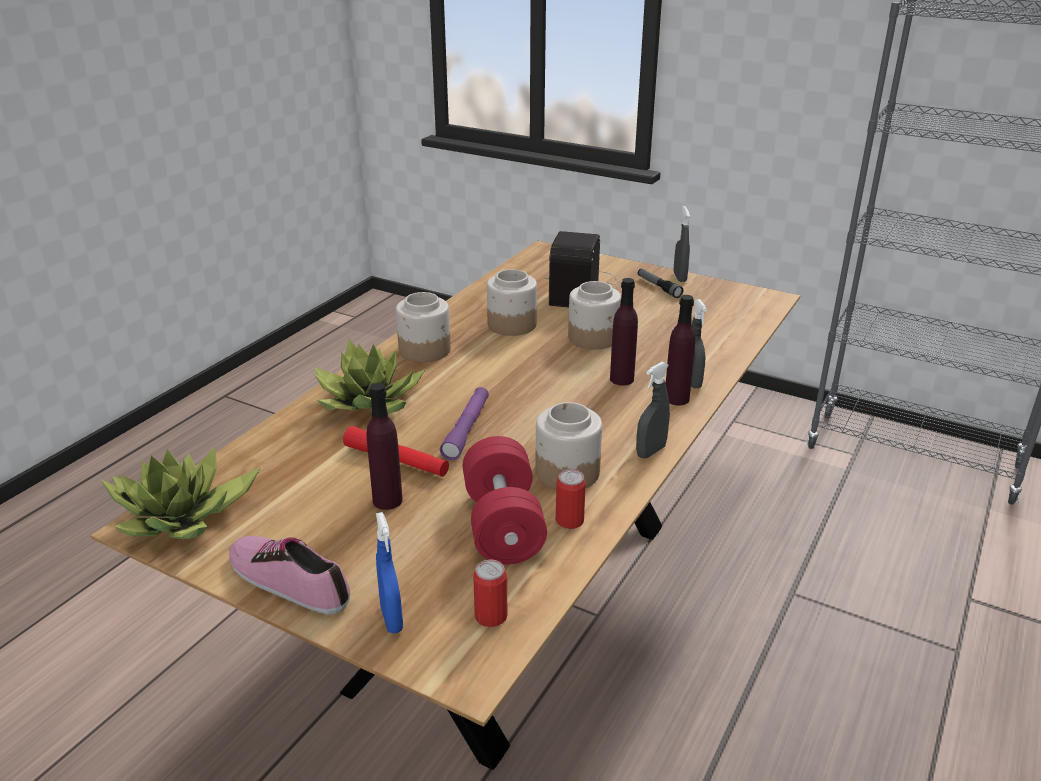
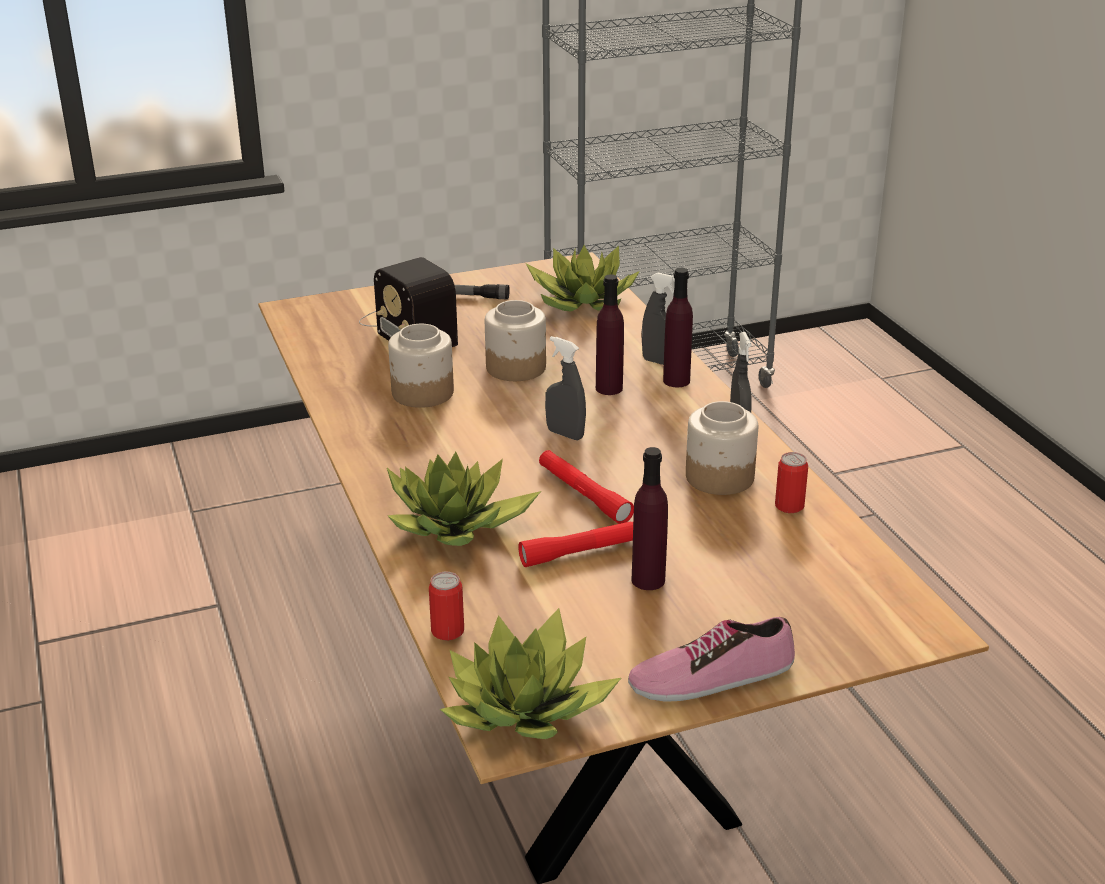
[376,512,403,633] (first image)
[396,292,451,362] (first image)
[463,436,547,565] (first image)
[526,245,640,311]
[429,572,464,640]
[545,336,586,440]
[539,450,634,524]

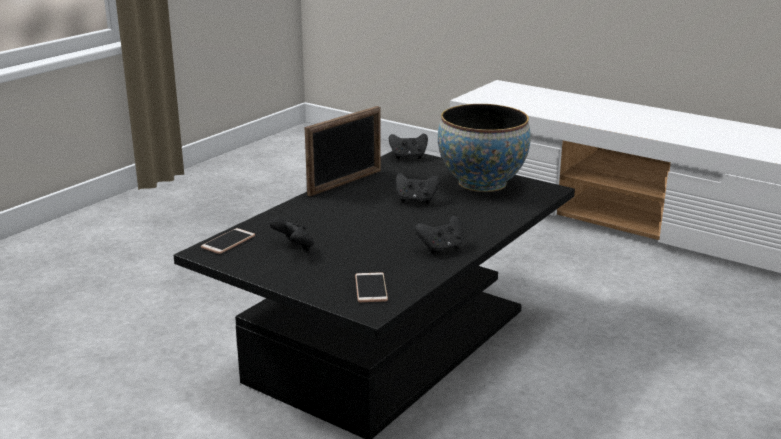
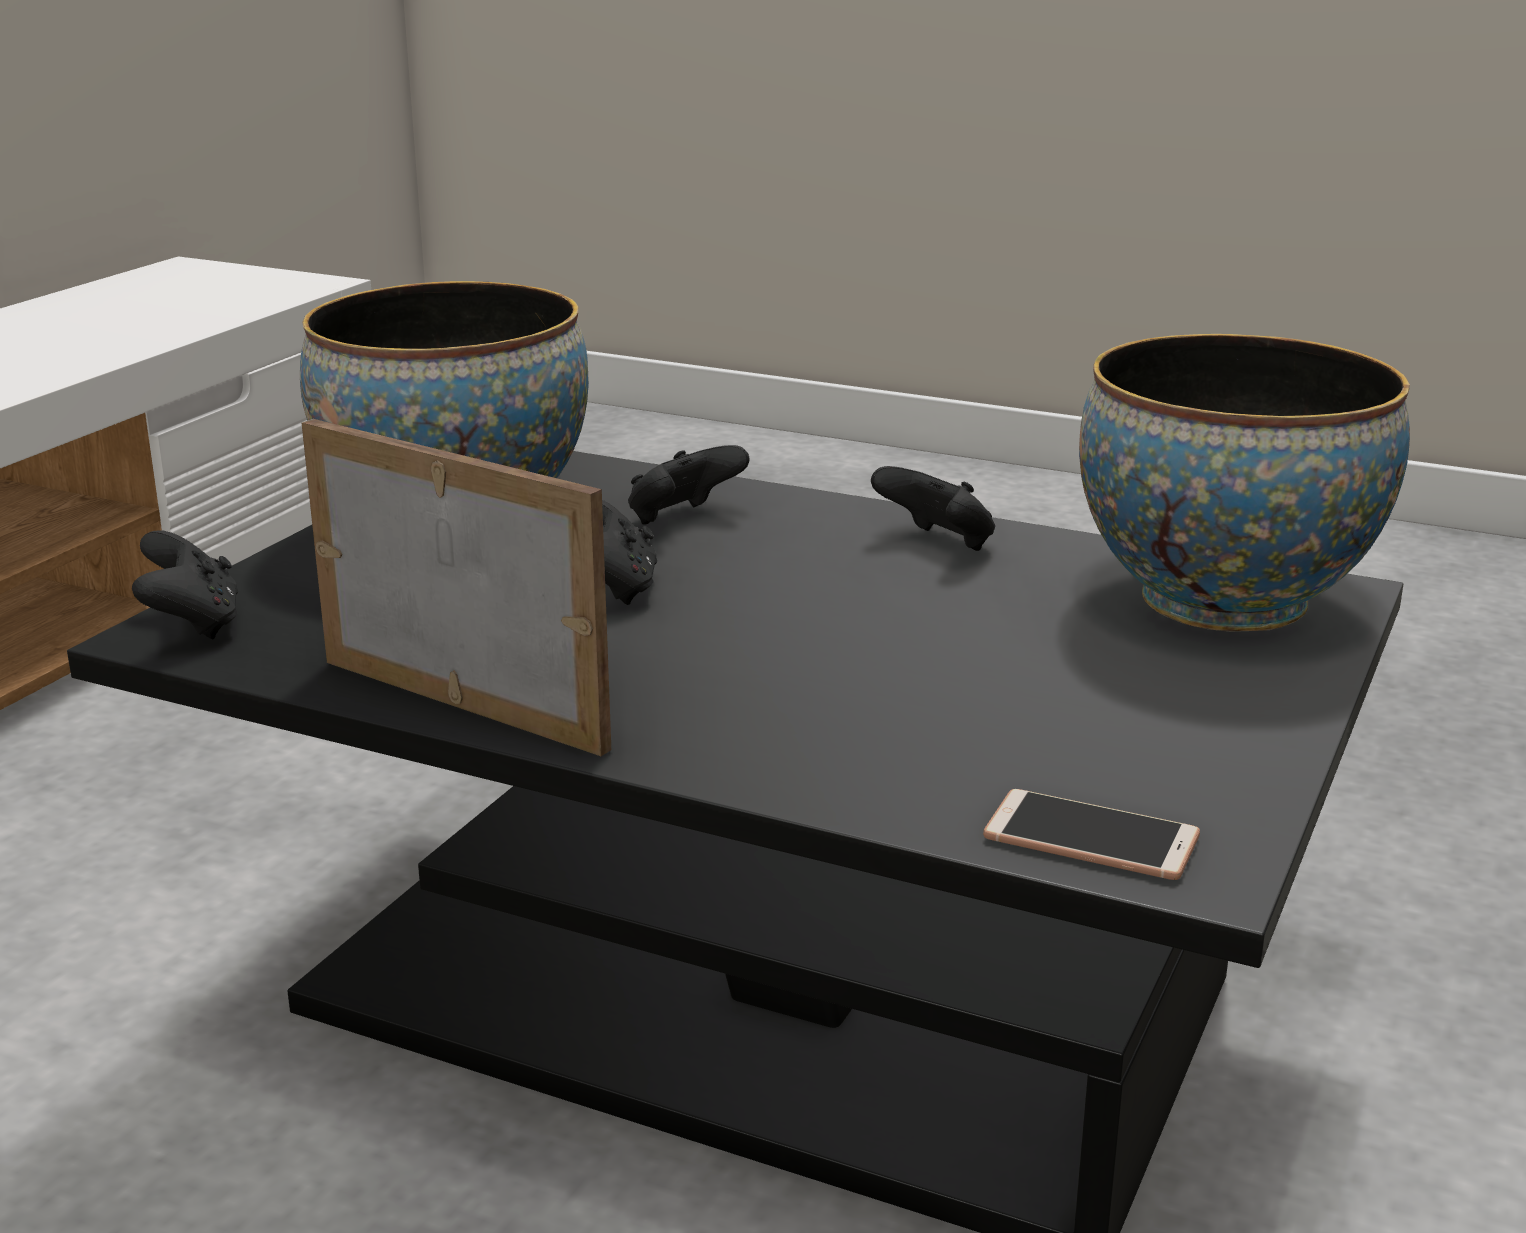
[628,445,750,525]
[1079,334,1410,632]

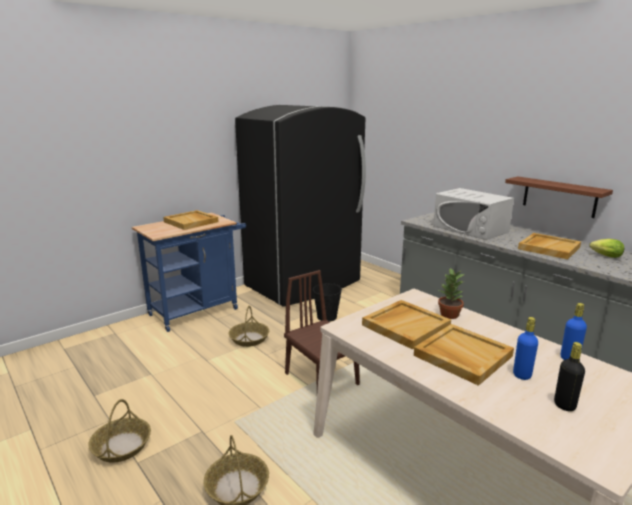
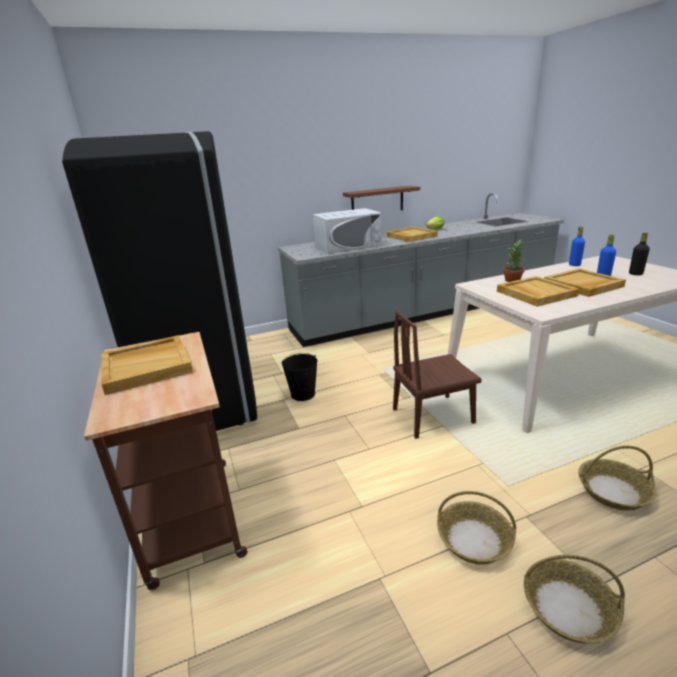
[437,491,516,565]
[84,332,247,590]

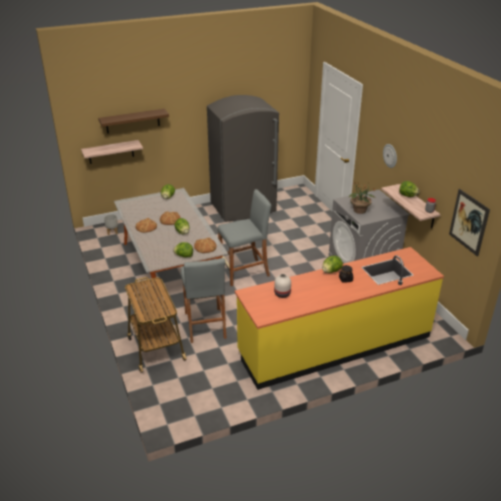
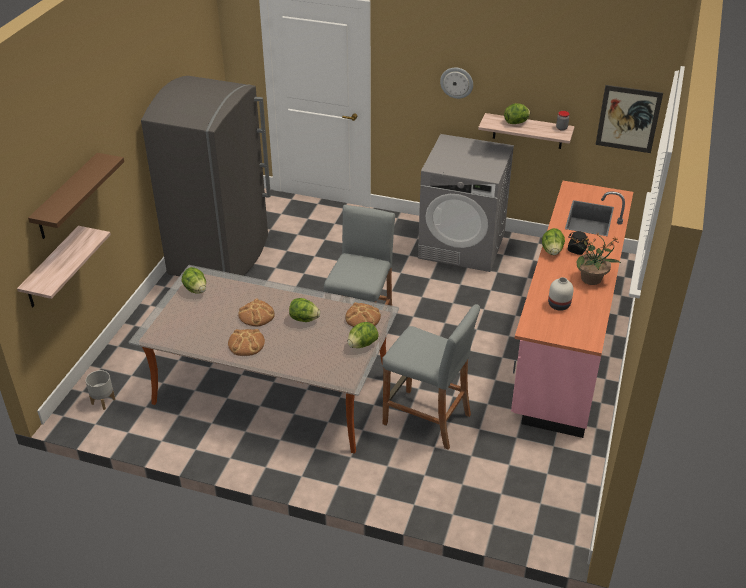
[125,277,186,373] (first image)
[574,233,622,285]
[511,181,633,438]

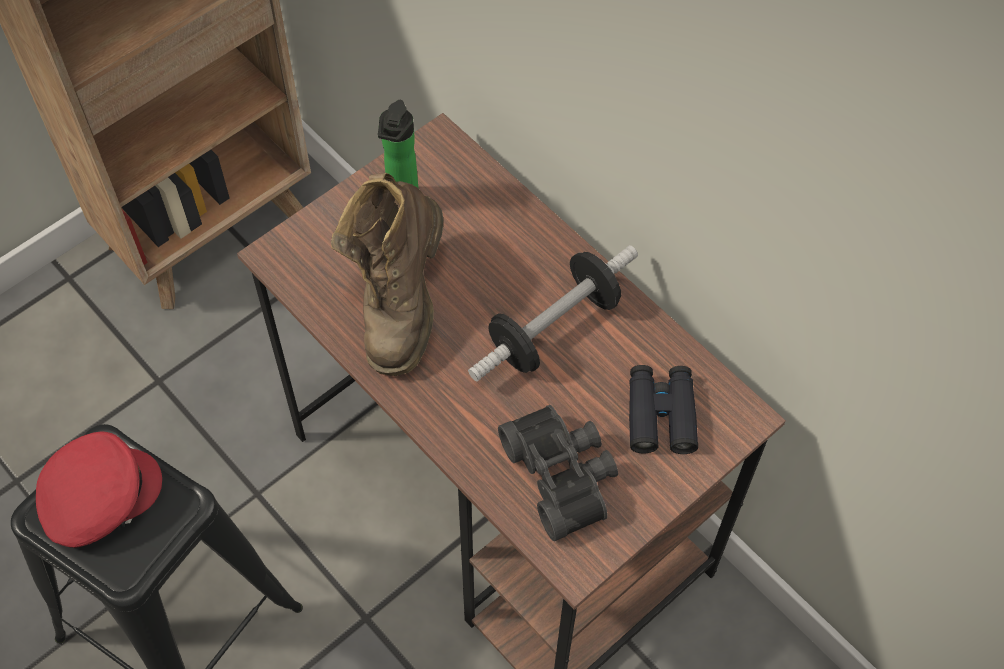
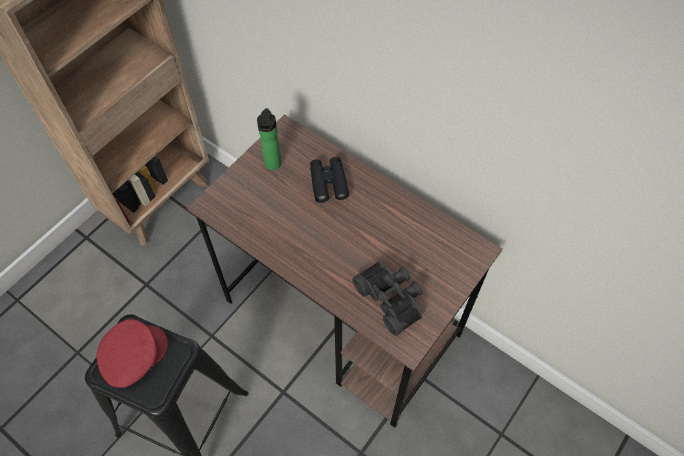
[331,173,443,376] (first image)
[468,245,638,381] (first image)
[310,157,349,203]

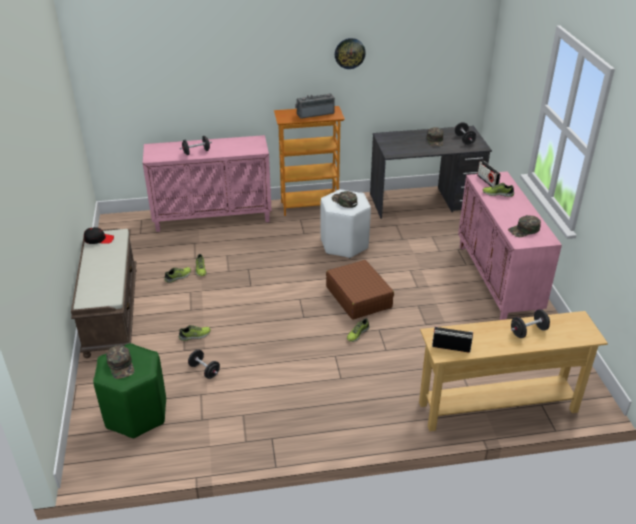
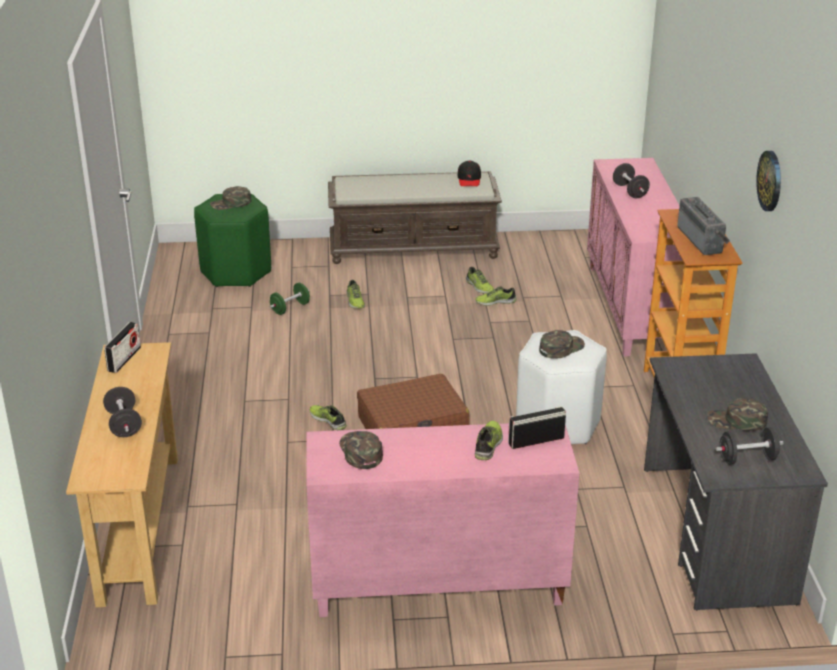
[270,283,310,315]

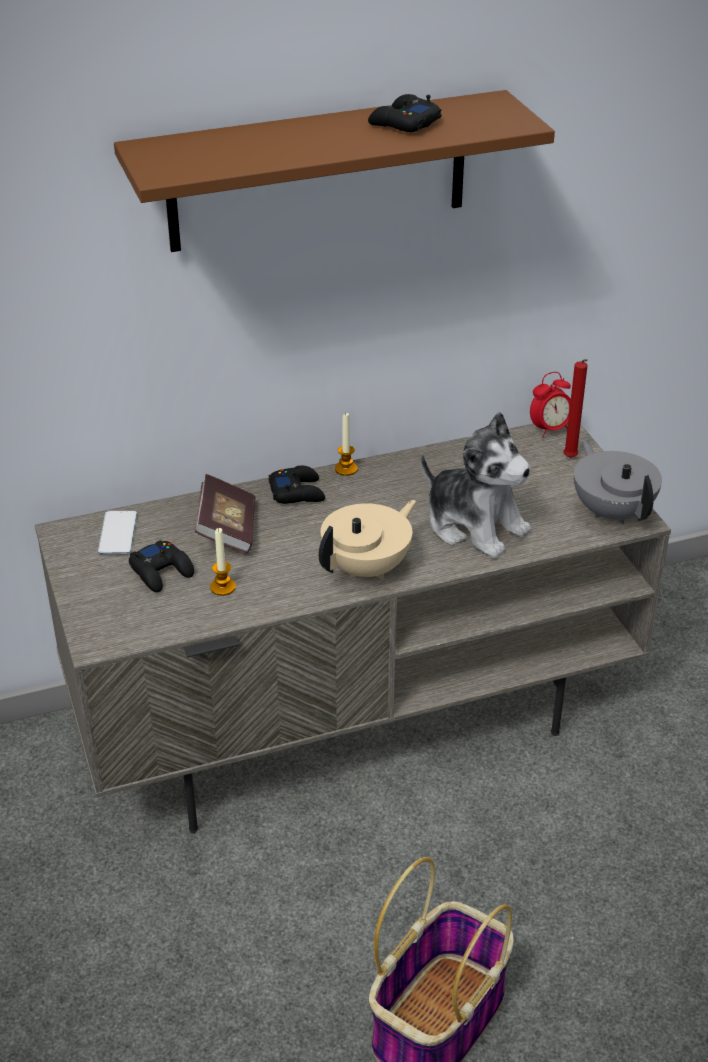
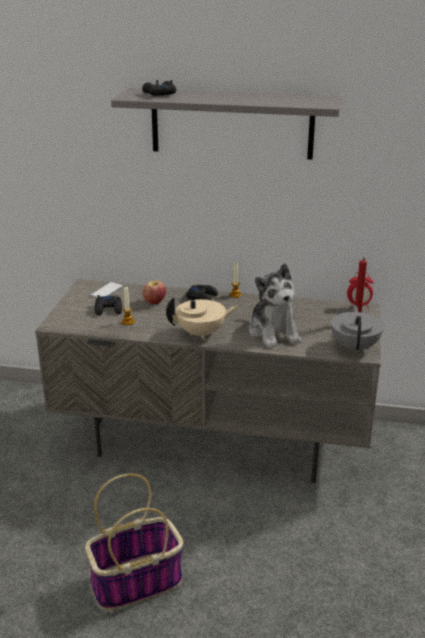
[142,80,176,96]
[143,280,166,304]
[111,88,341,160]

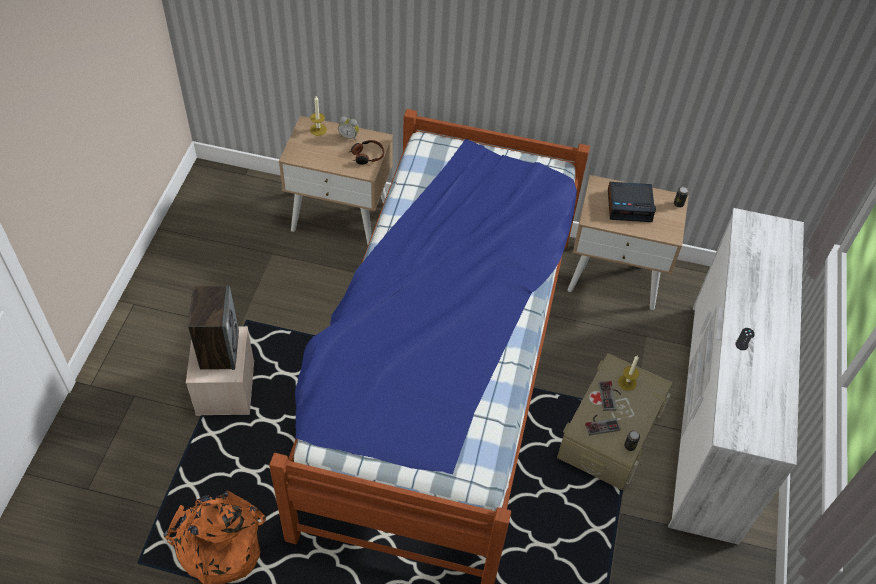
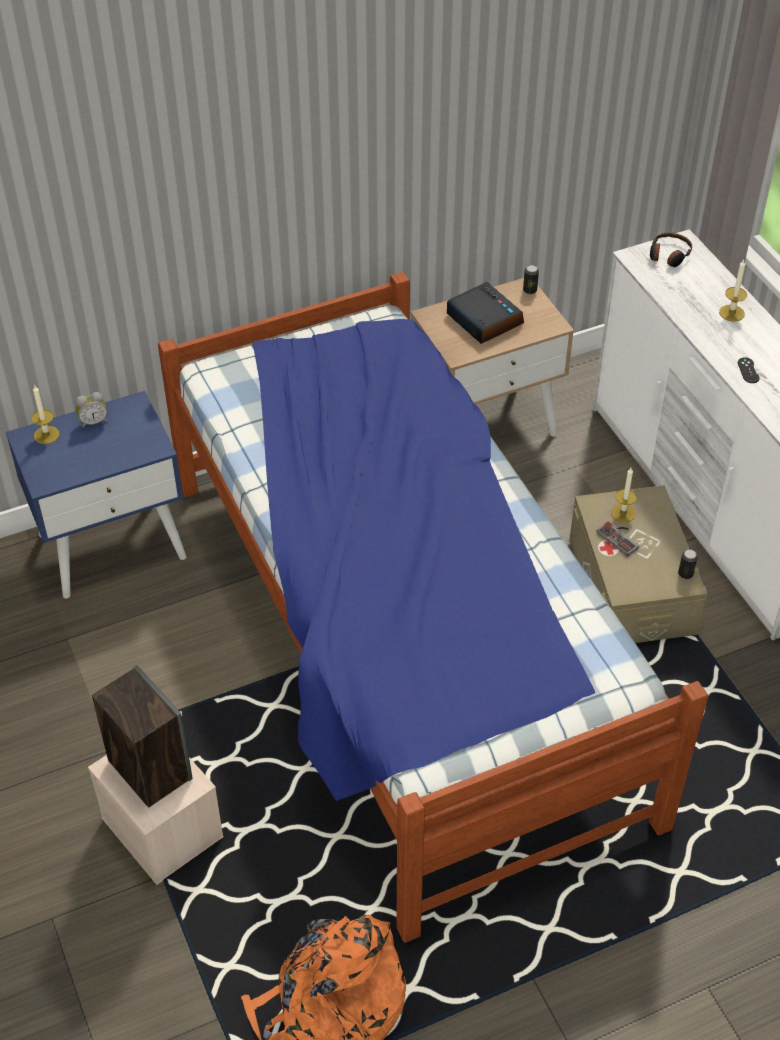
[585,415,621,436] (first image)
[719,260,747,322]
[650,233,692,267]
[6,391,187,599]
[447,282,524,344]

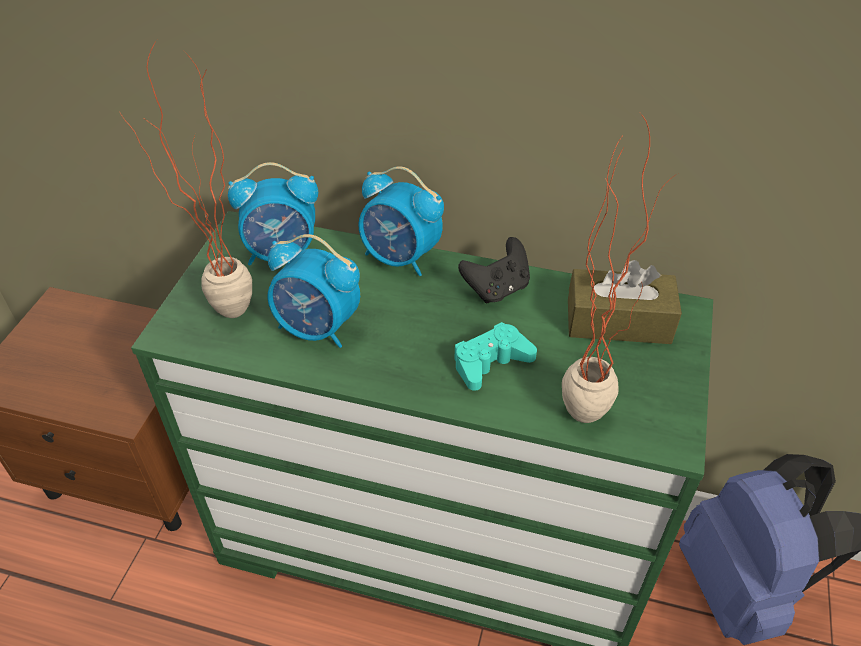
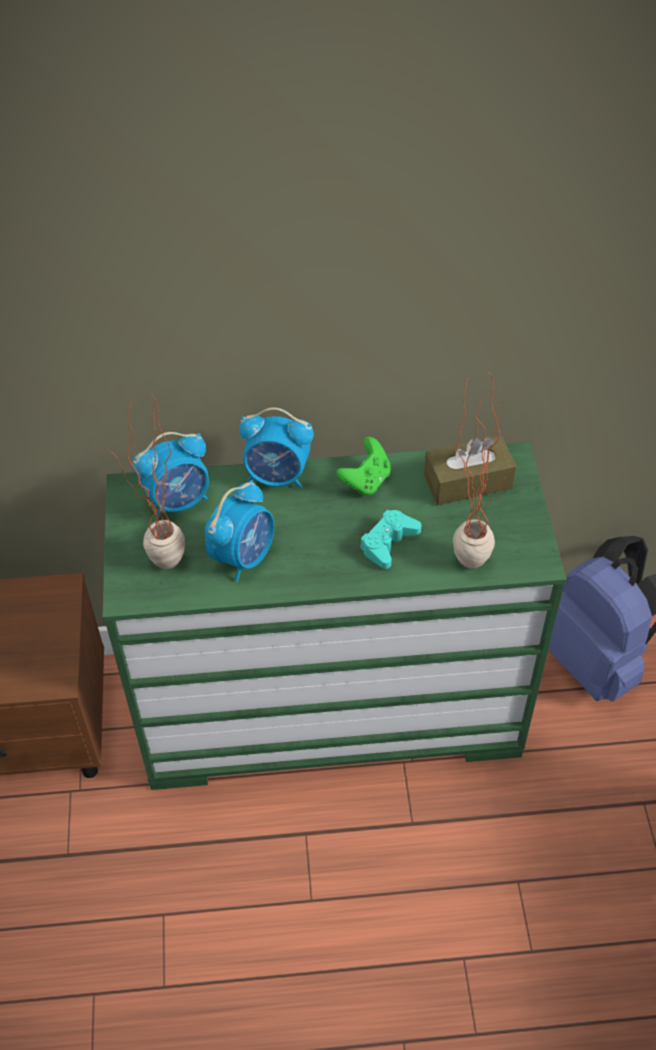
[336,437,391,496]
[205,480,274,582]

